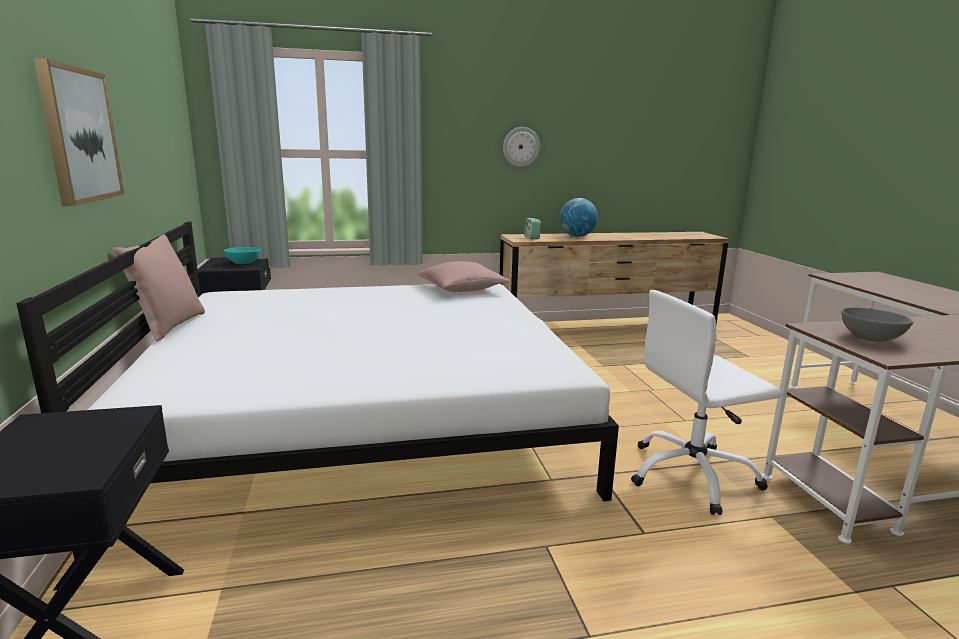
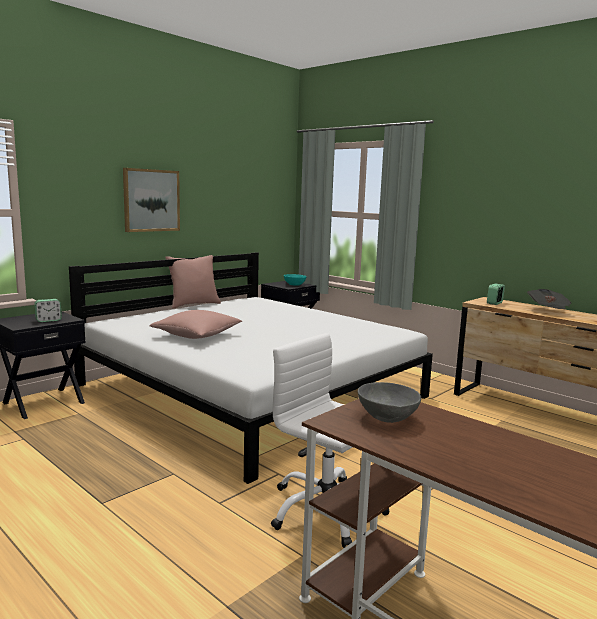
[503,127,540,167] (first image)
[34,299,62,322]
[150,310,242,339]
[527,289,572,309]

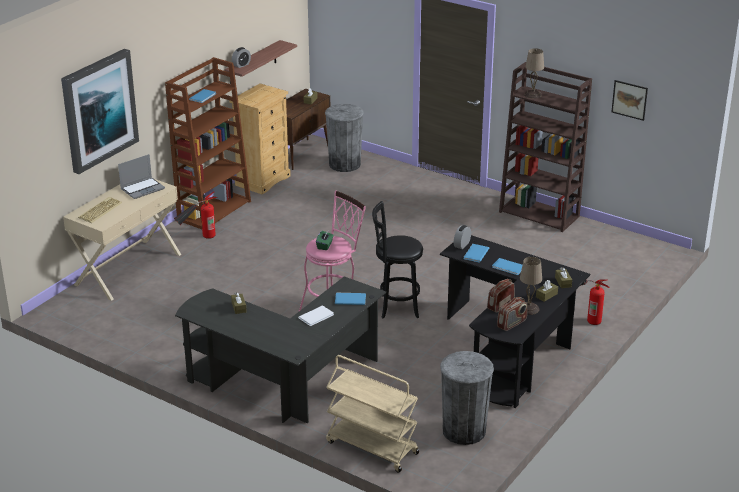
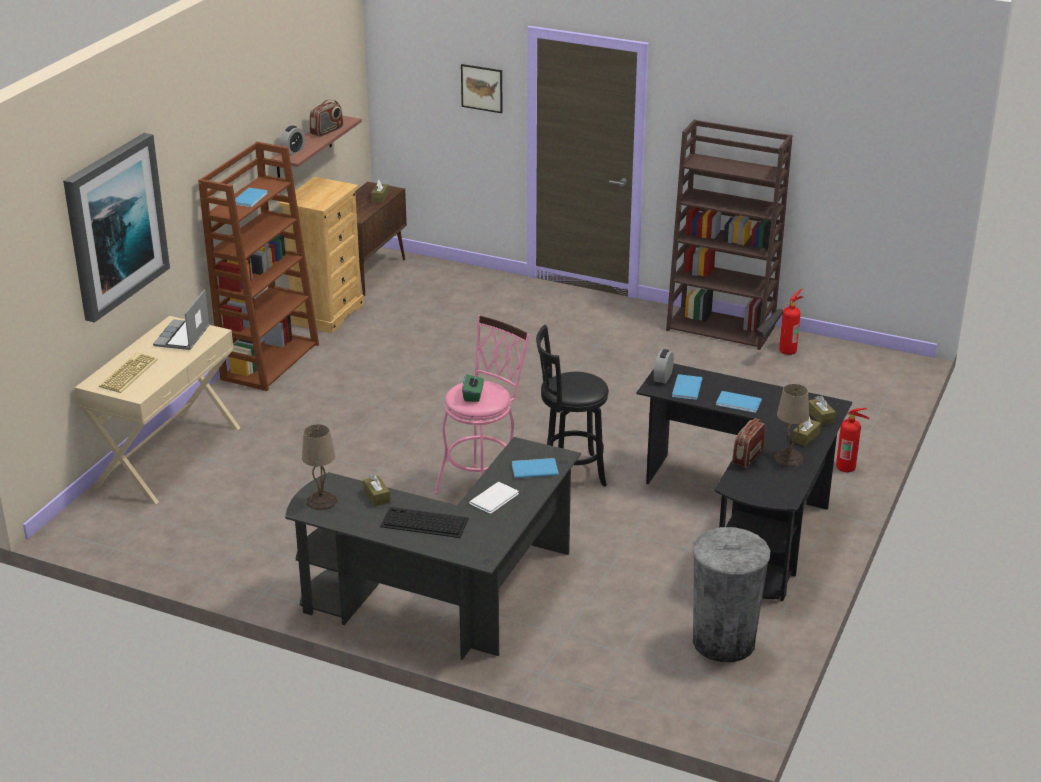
[325,104,364,172] (first image)
[326,355,419,473] (first image)
[380,507,469,538]
[755,289,804,355]
[309,100,343,137]
[302,424,338,510]
[461,64,502,113]
[153,289,210,350]

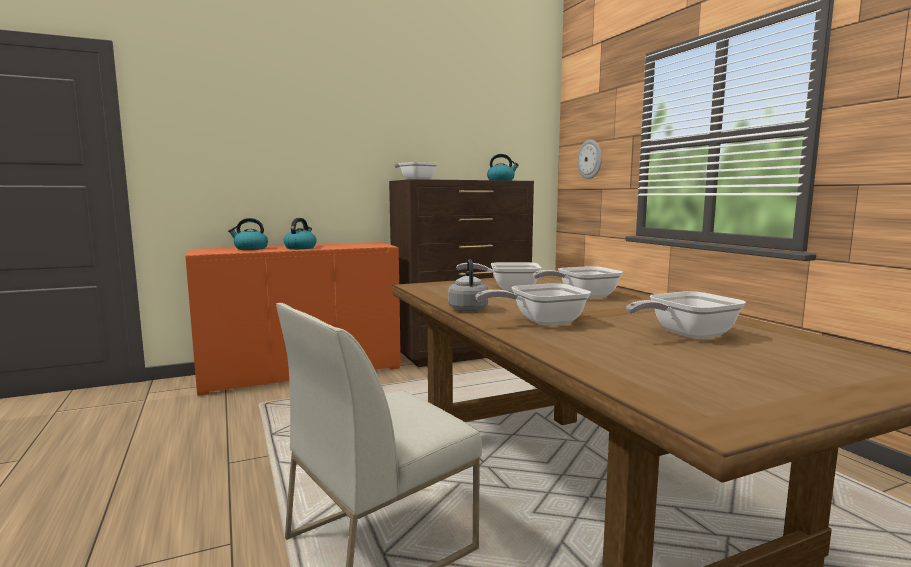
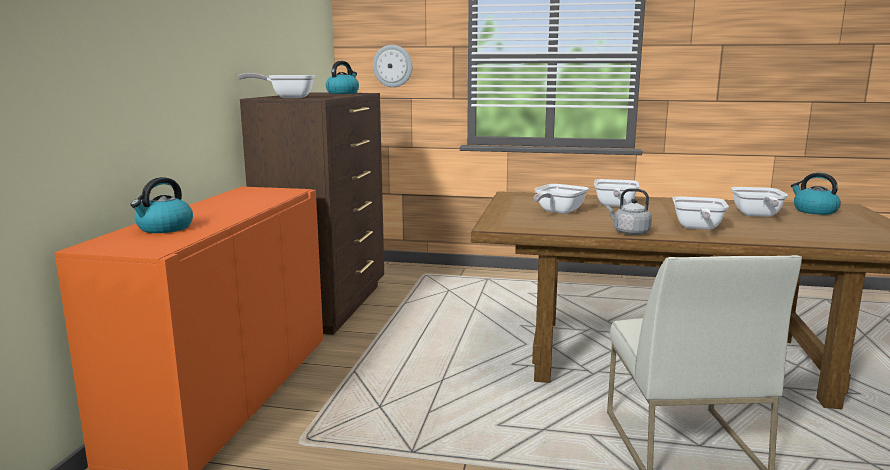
[791,172,841,215]

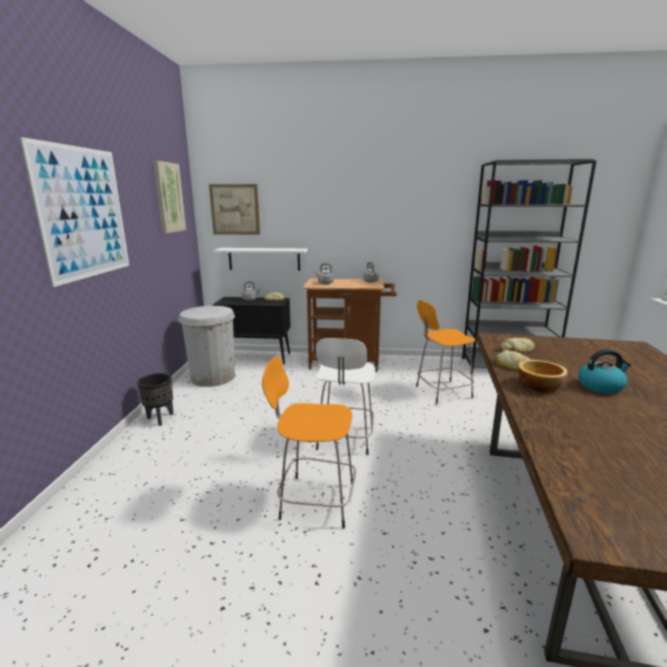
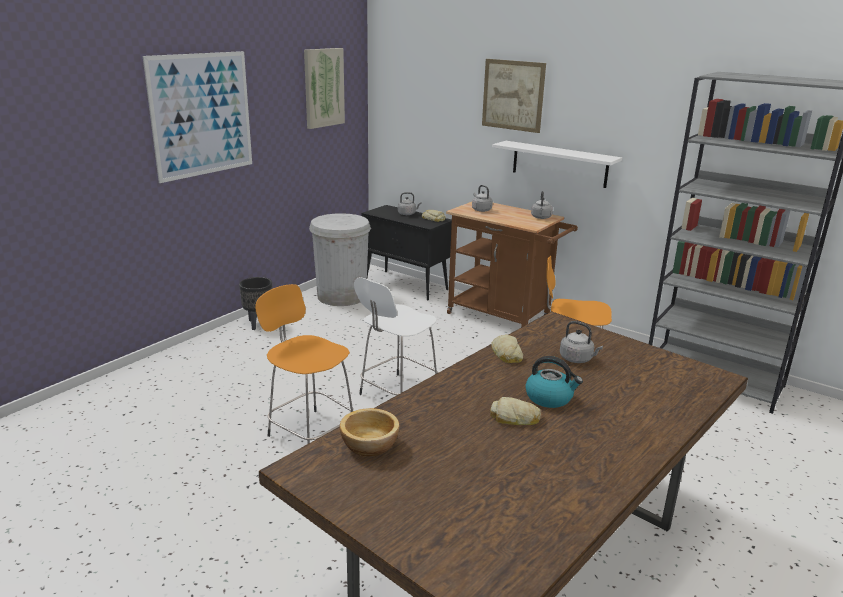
[560,321,603,363]
[482,59,546,133]
[492,141,622,188]
[490,397,541,425]
[340,408,399,457]

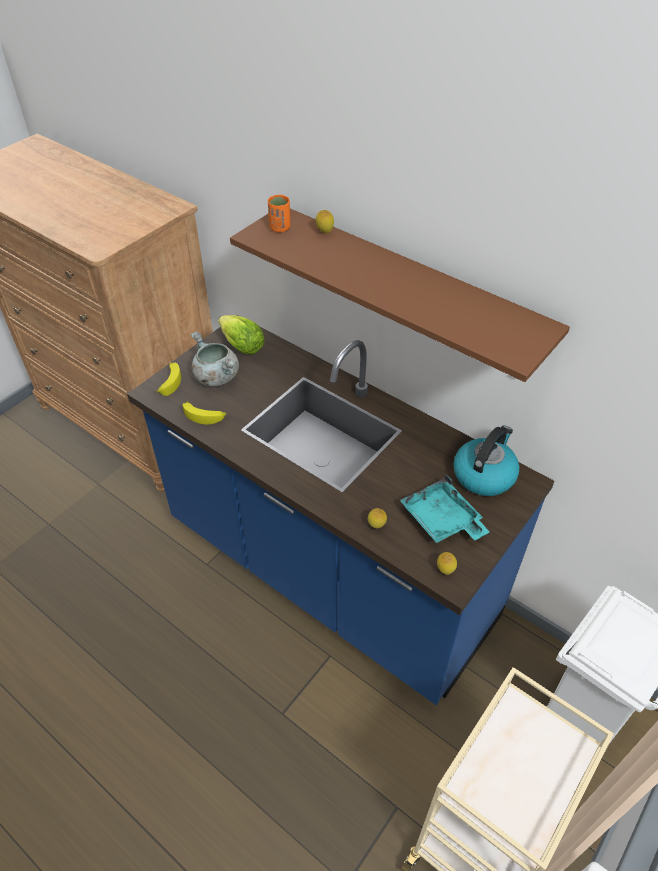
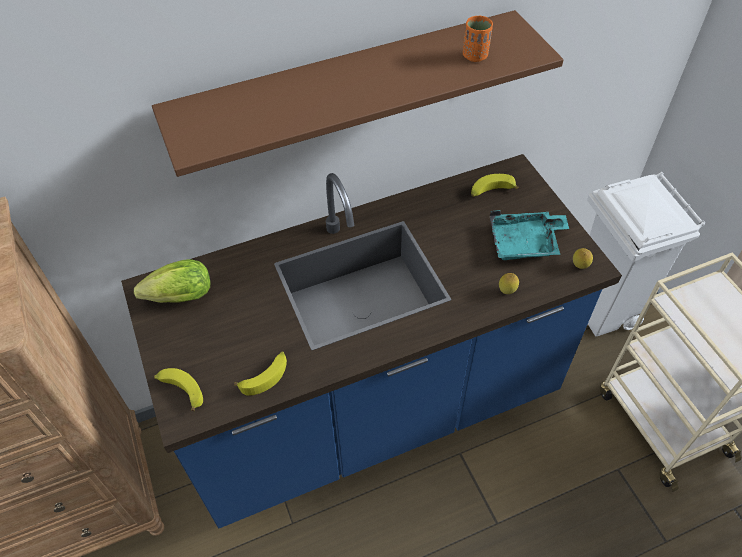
[191,331,239,386] (first image)
[316,210,334,234] (first image)
[463,16,493,62]
[471,174,518,197]

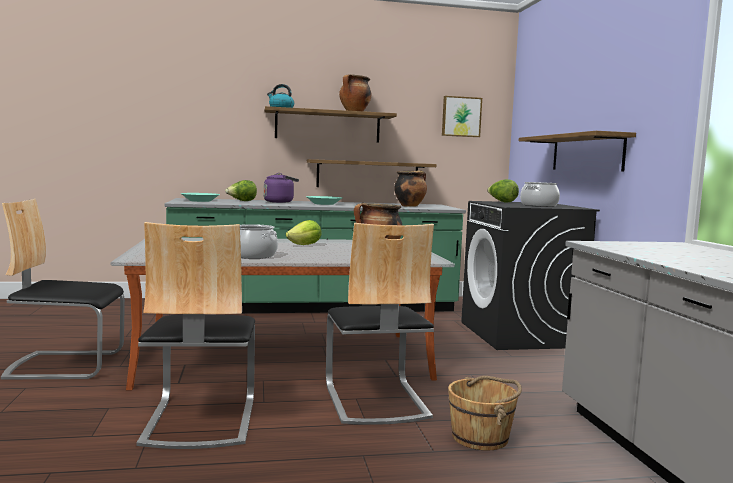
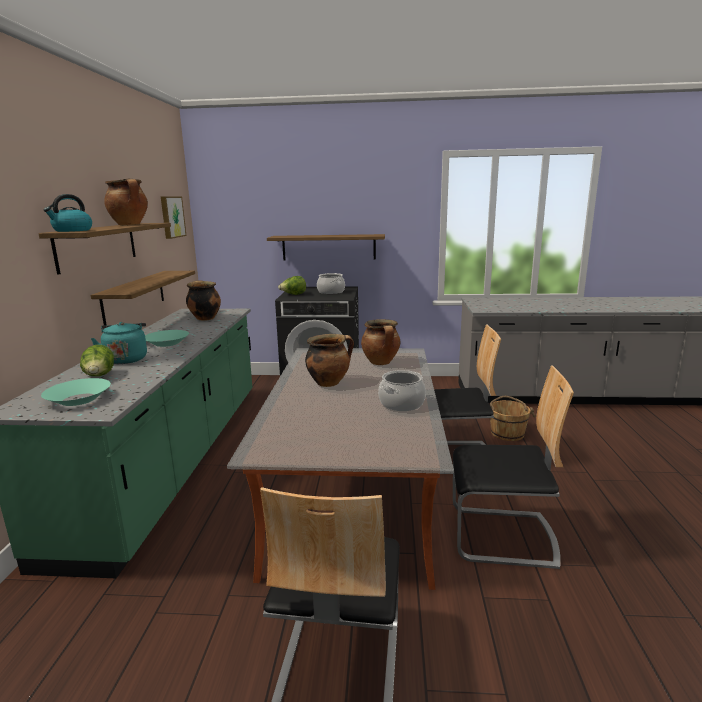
[305,334,354,387]
[91,322,147,364]

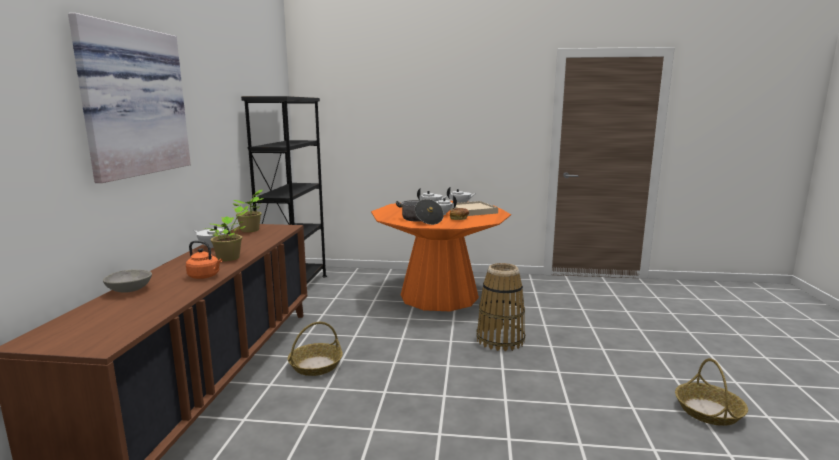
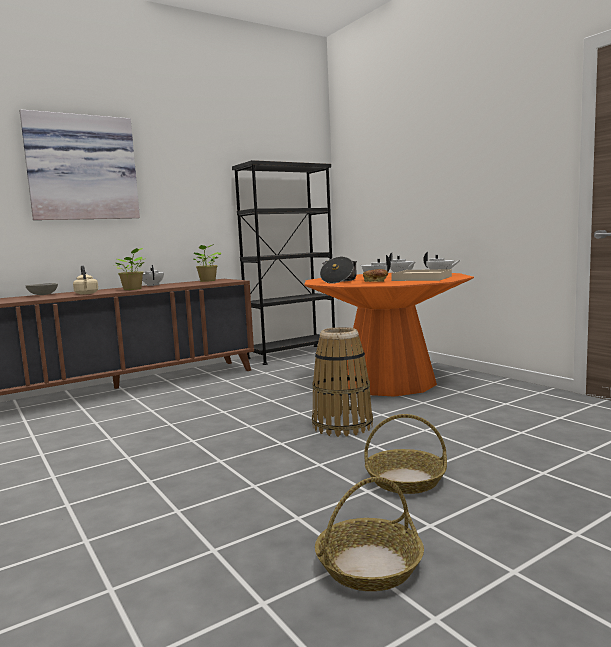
[364,414,447,494]
[73,265,98,295]

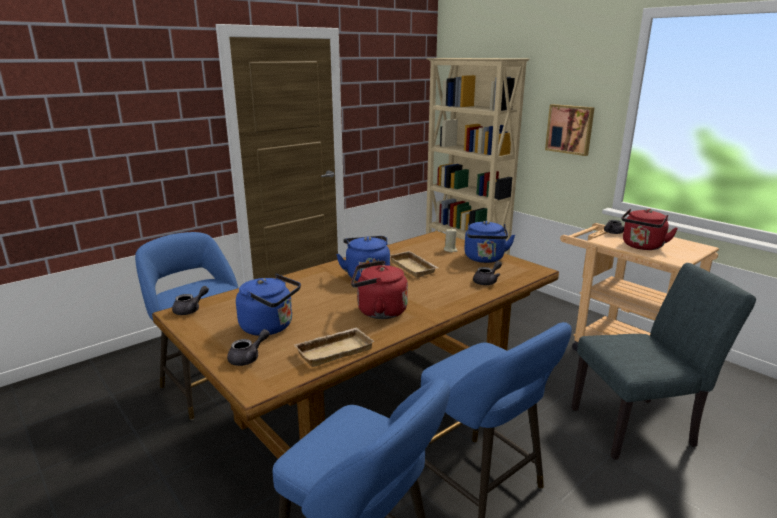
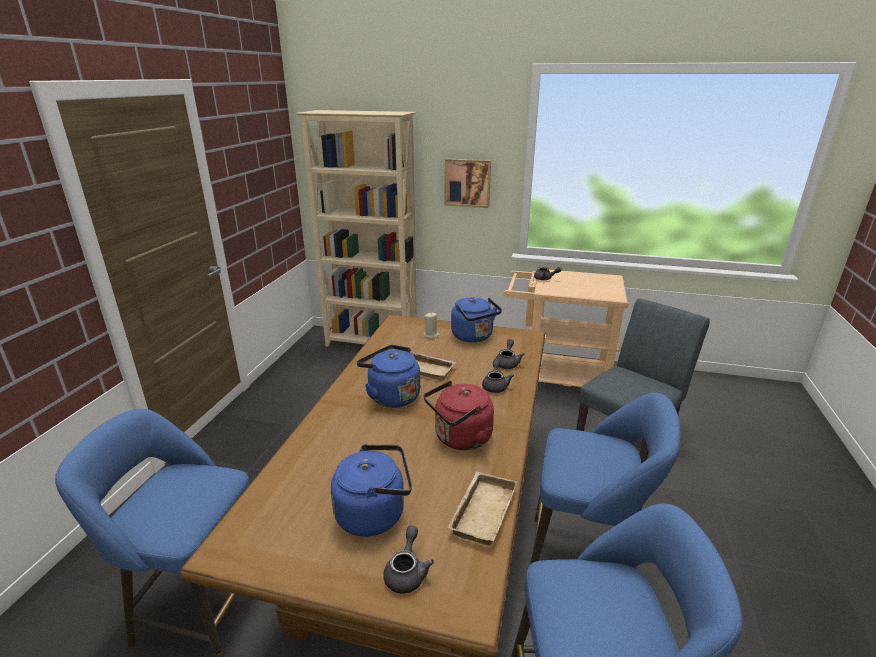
[621,209,678,250] (first image)
[482,359,514,393]

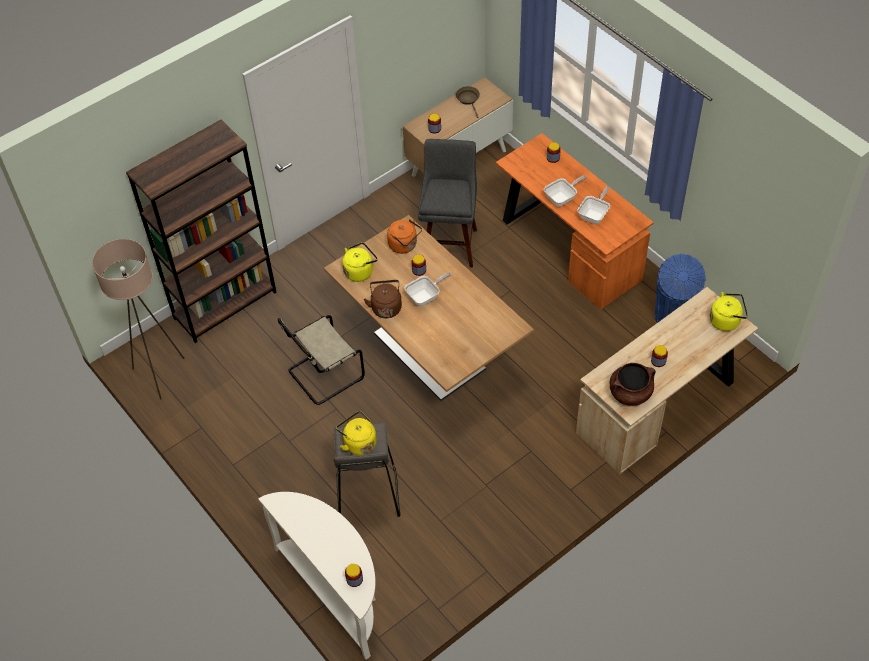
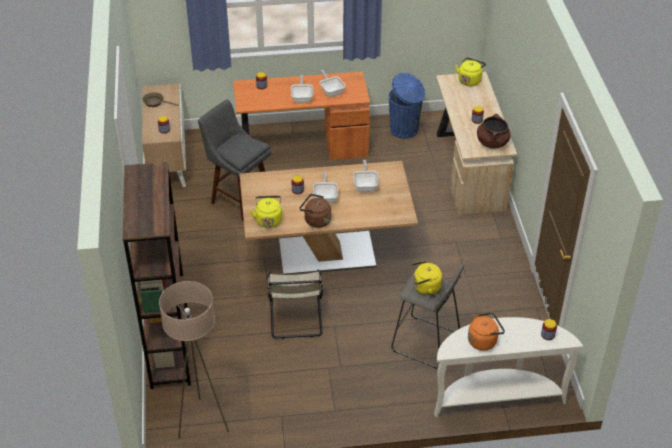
[354,160,378,192]
[468,312,505,351]

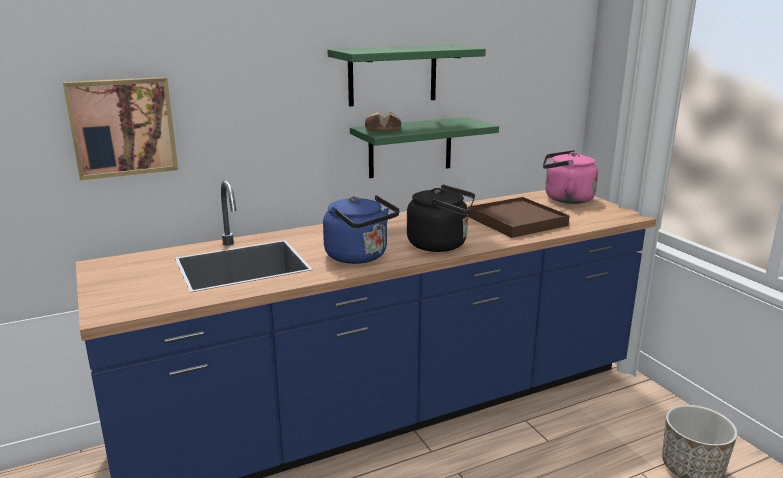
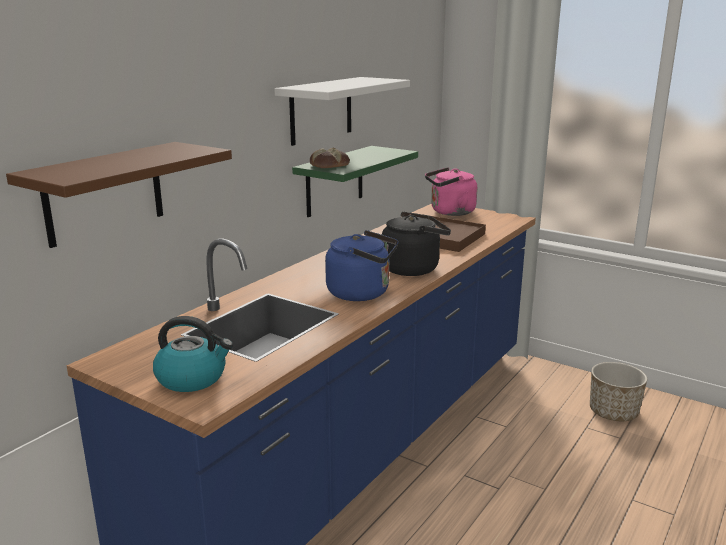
[153,316,233,392]
[6,142,232,248]
[274,77,410,146]

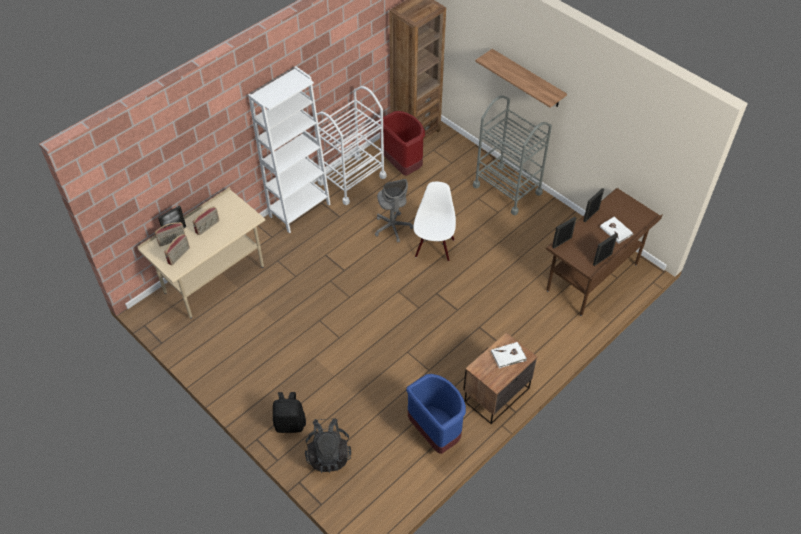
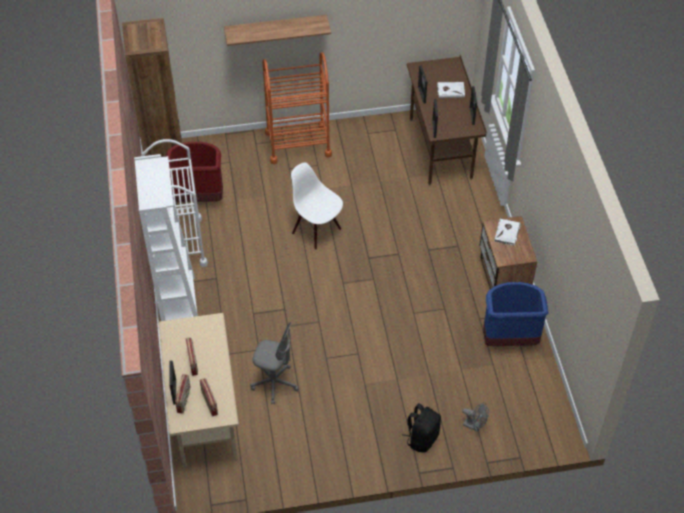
[250,322,299,404]
[462,402,489,432]
[262,52,332,164]

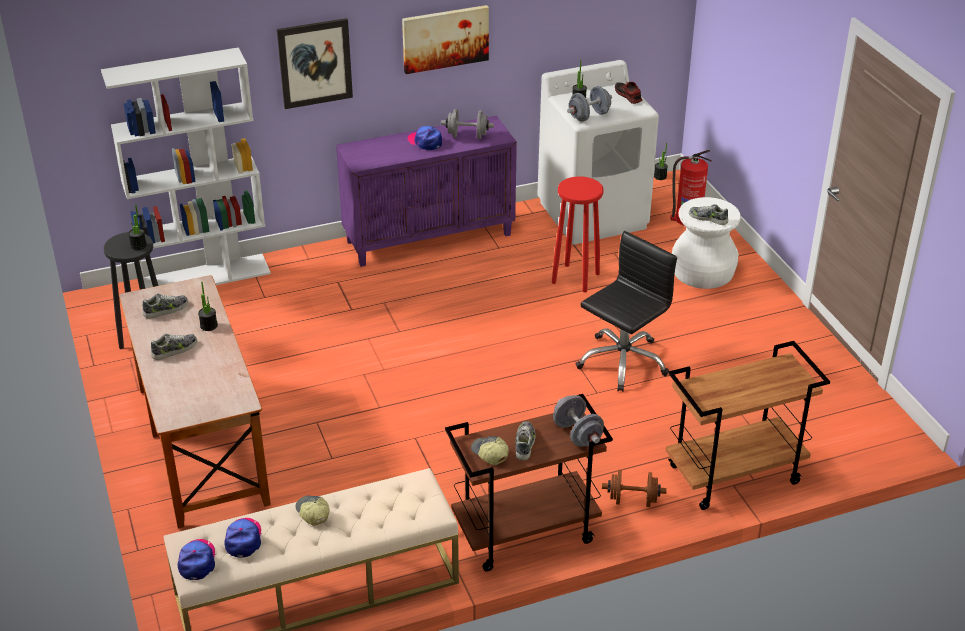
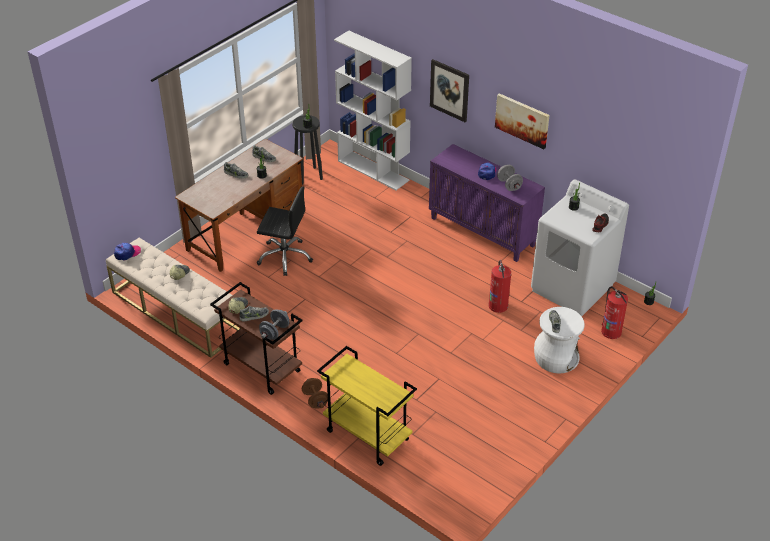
[224,518,262,558] (first image)
[567,86,612,122] (first image)
[257,186,313,276]
[489,260,511,313]
[317,346,417,466]

